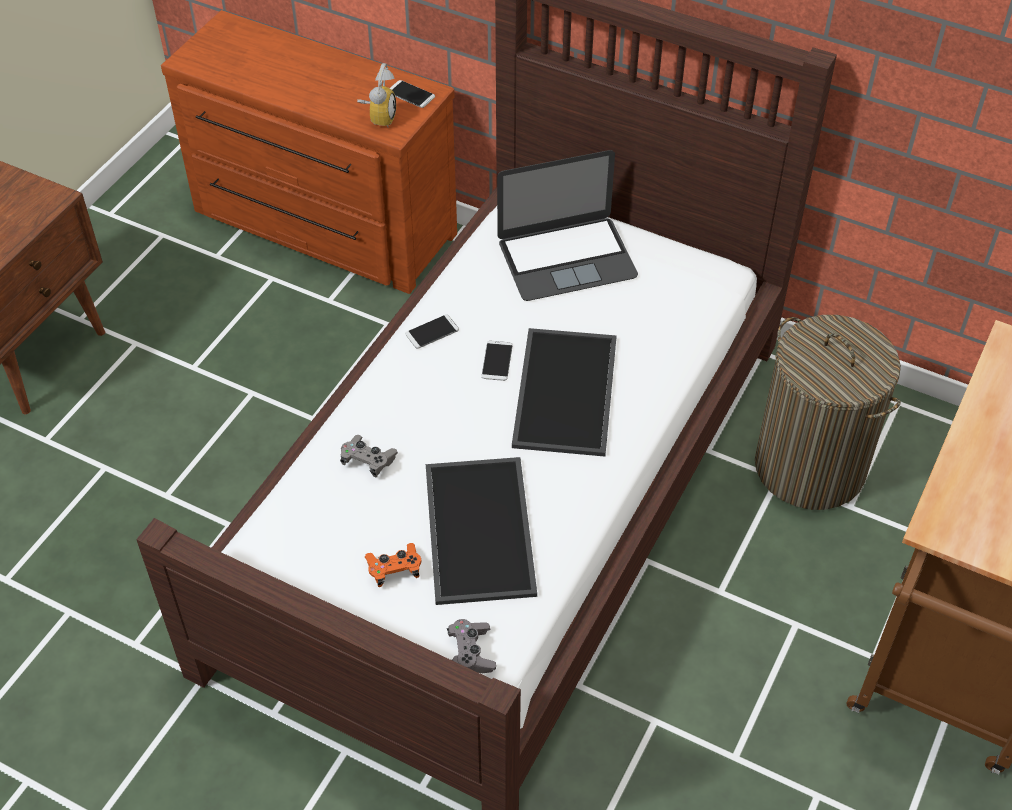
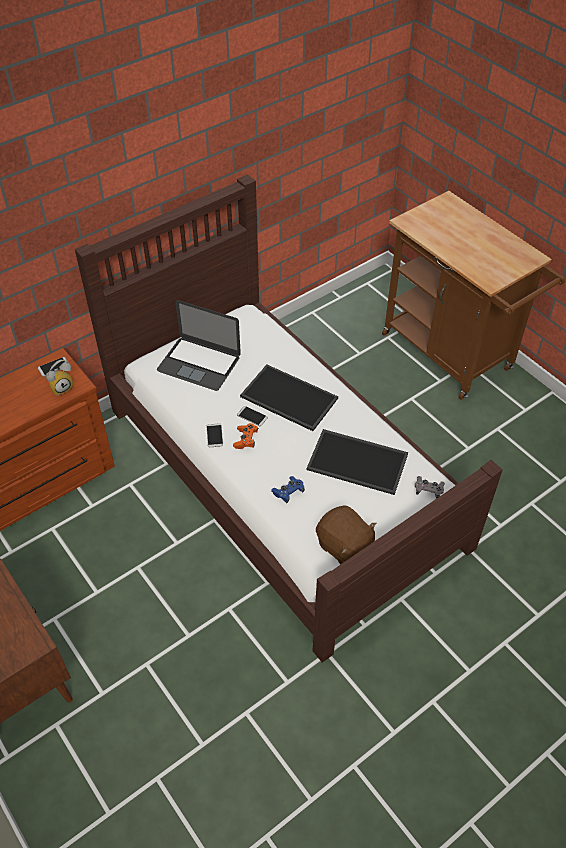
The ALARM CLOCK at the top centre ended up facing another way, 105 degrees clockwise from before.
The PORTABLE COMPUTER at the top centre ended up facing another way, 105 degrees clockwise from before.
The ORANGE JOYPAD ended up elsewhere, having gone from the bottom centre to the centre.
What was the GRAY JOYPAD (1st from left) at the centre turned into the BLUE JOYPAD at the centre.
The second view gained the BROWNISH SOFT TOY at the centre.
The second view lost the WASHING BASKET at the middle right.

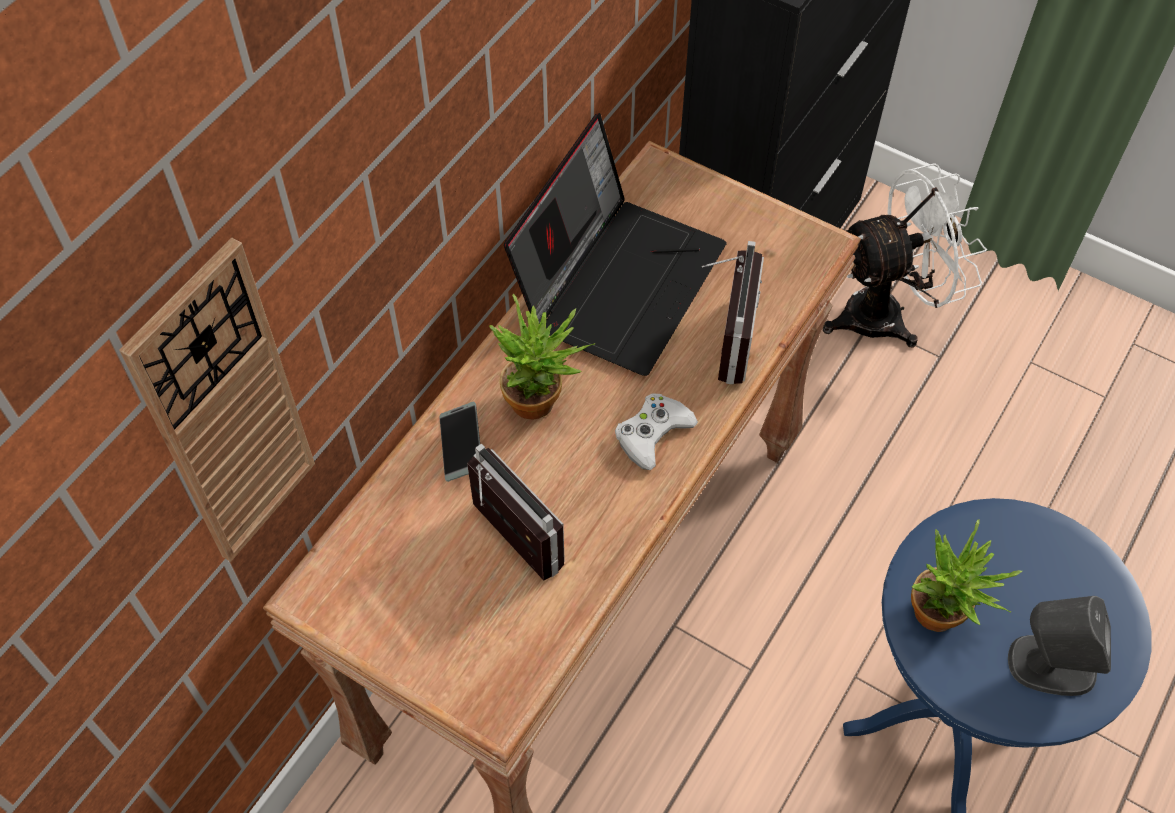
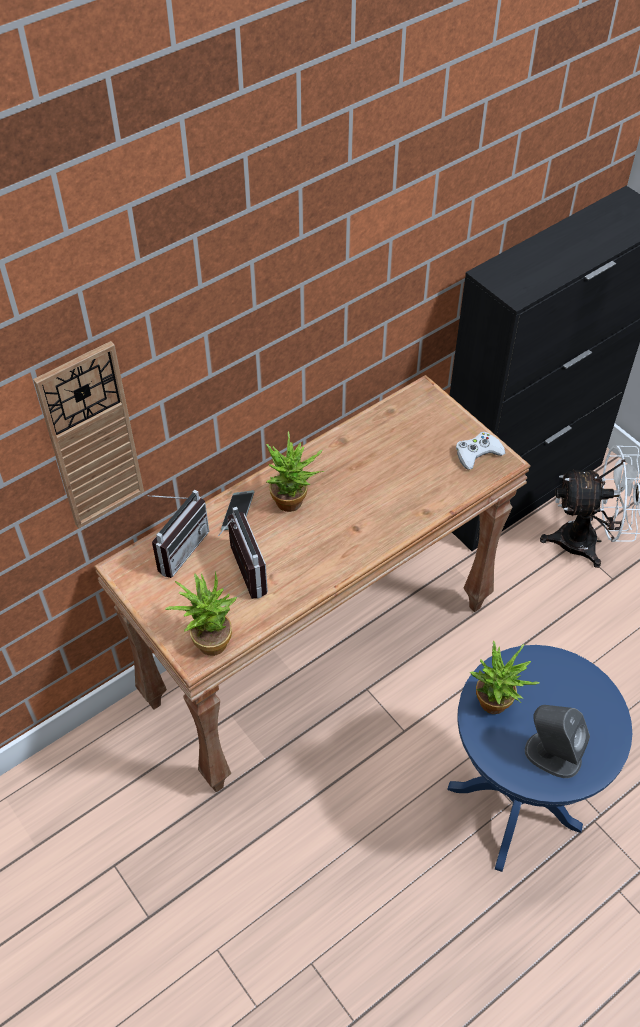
The RADIO (2nd from left in the first image) ended up elsewhere, having gone from the centre to the middle left.
The second view gained the PLANT IN A POT (1st from left) at the middle left.
The WHITE-COLOURED JOYPAD ended up elsewhere, having gone from the centre to the middle right.
The second view lost the PORTABLE COMPUTER at the top centre.

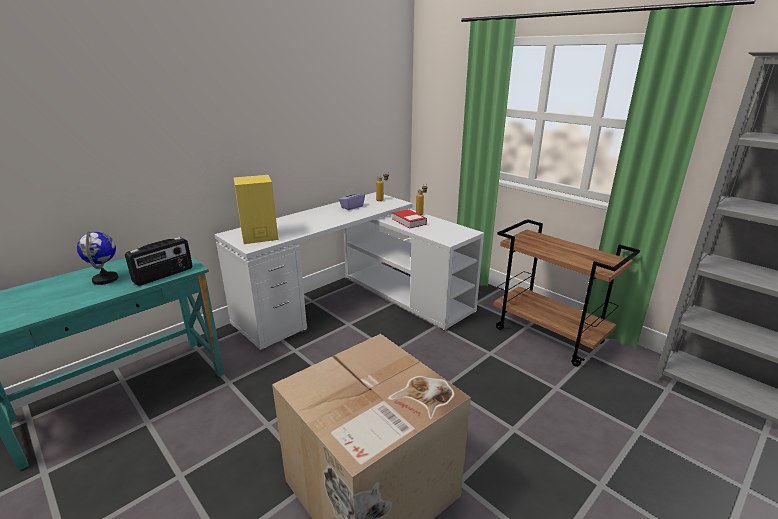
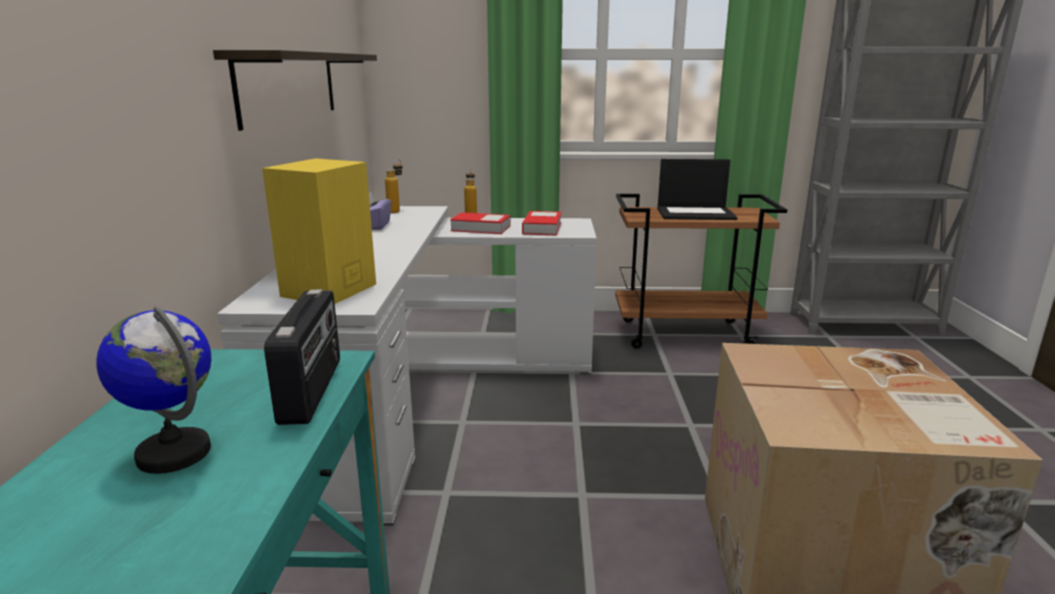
The second view gained the BRACKET SHELF at the top left.
The second view gained the VOLUME (2nd from left) at the centre.
The second view gained the PORTABLE COMPUTER at the top centre.

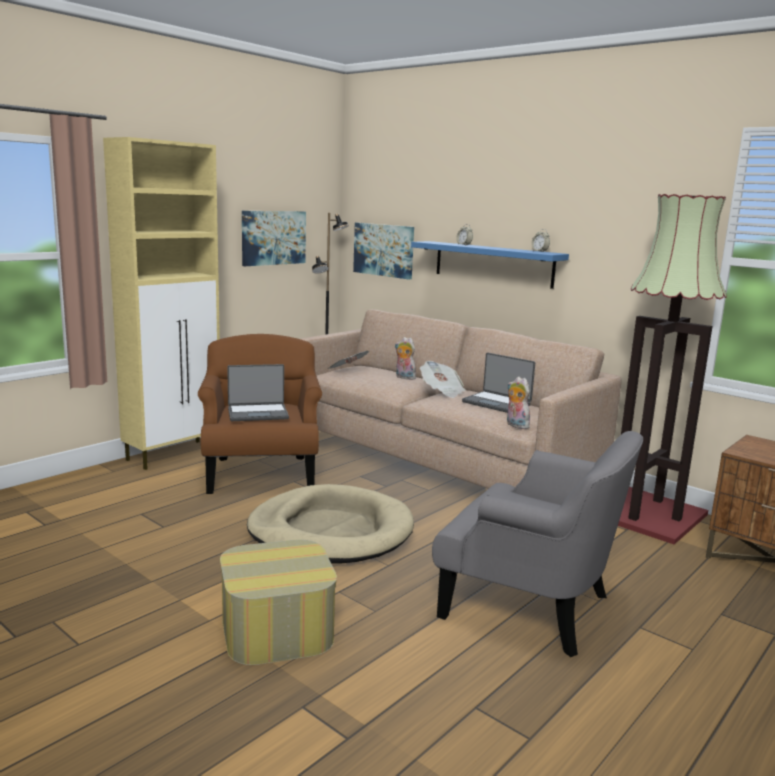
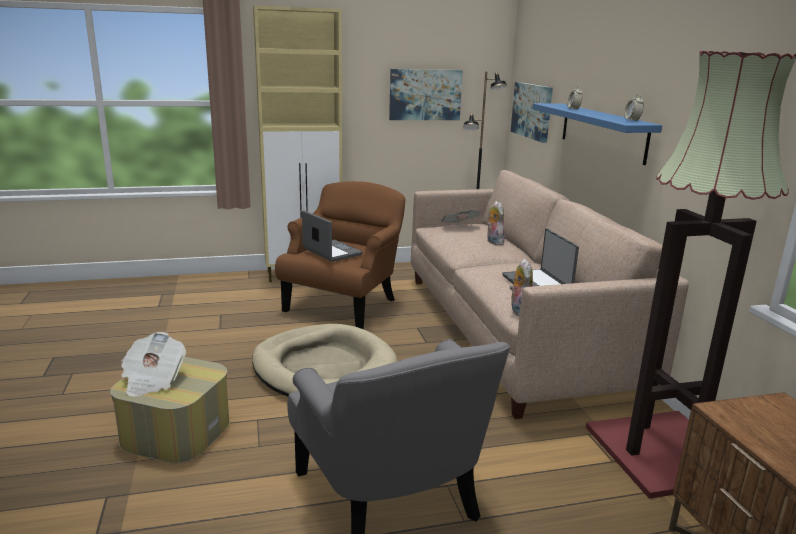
The DAILY PAPER (2nd from left in the first image) ended up elsewhere, having gone from the centre to the bottom left.
The PORTABLE COMPUTER (1st from left) at the middle left ended up facing another way, 150 degrees counterclockwise from before.

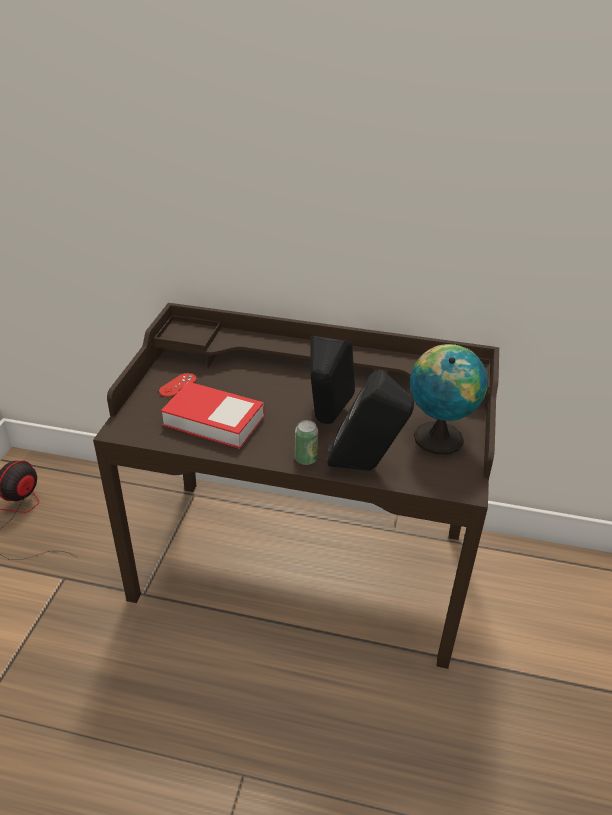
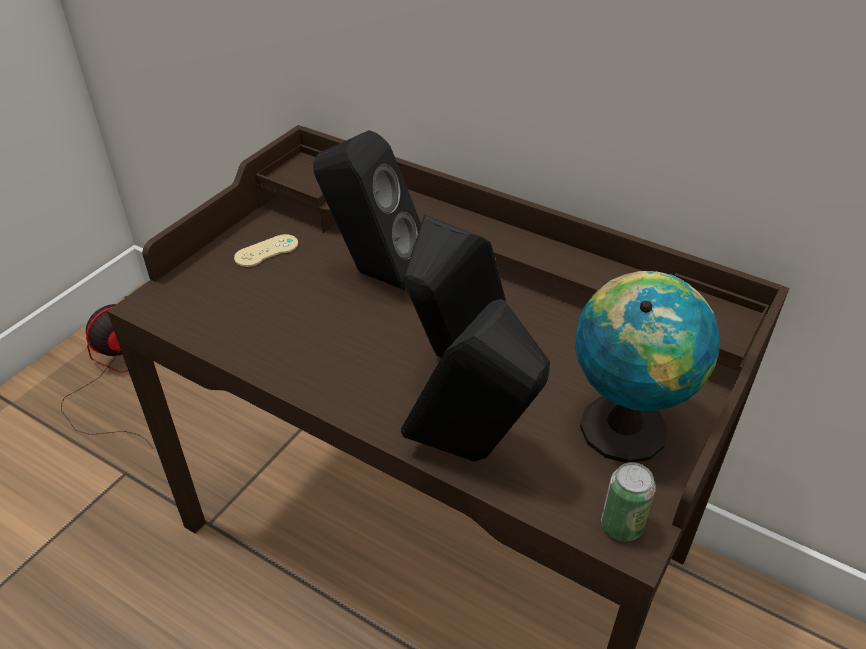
What was the REDDISH JOYPAD at the middle left turned into the SAND-COLOURED JOYPAD at the middle left.
The second view gained the BLACK SPEAKER (1st from left) at the top centre.
The CAN ended up elsewhere, having gone from the centre to the bottom right.
The second view lost the VOLUME at the centre.

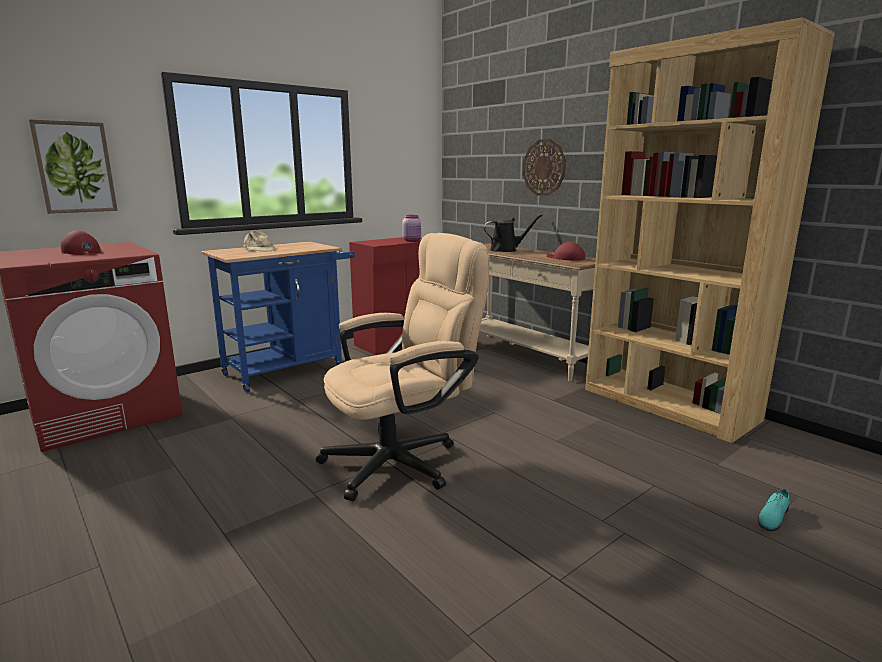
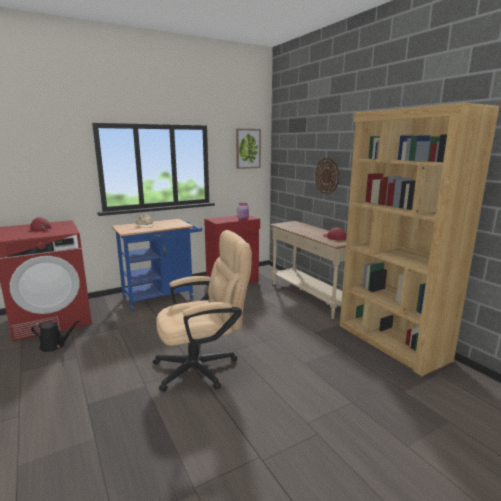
The BLACK SPRINKLING CAN ended up elsewhere, having gone from the centre to the bottom left.
The WALL ART ended up elsewhere, having gone from the top left to the top centre.
The second view lost the TURQUOISE SHOE at the bottom right.

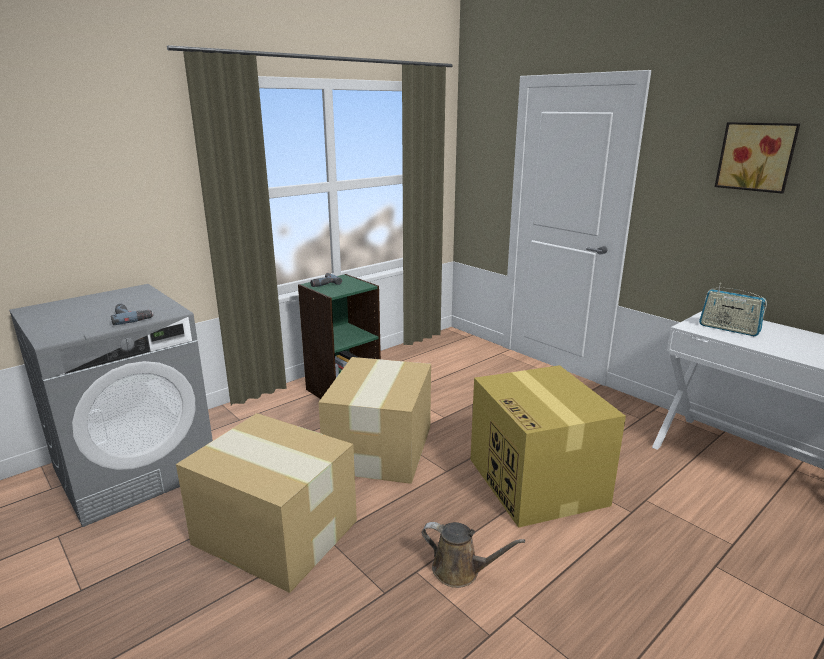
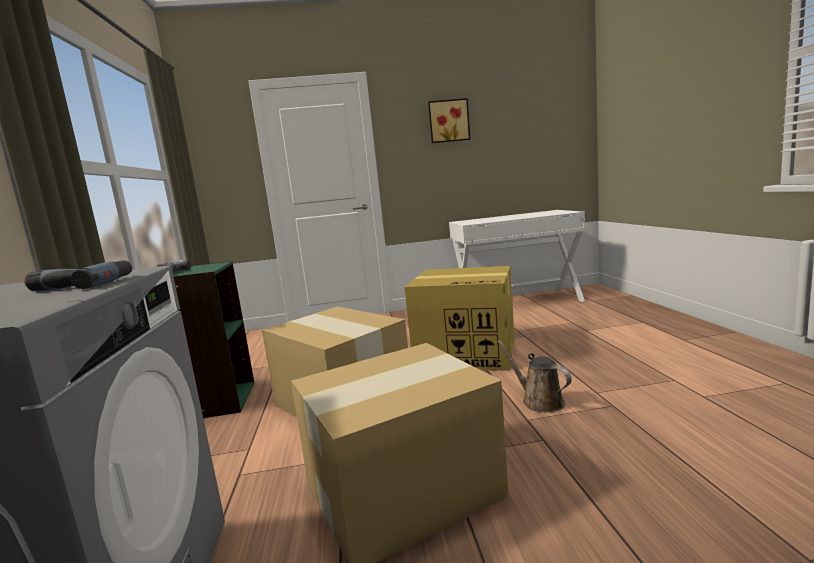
The BROWNISH SPRINKLING CAN at the bottom centre ended up facing another way, 90 degrees counterclockwise from before.
The second view lost the RADIO at the middle right.

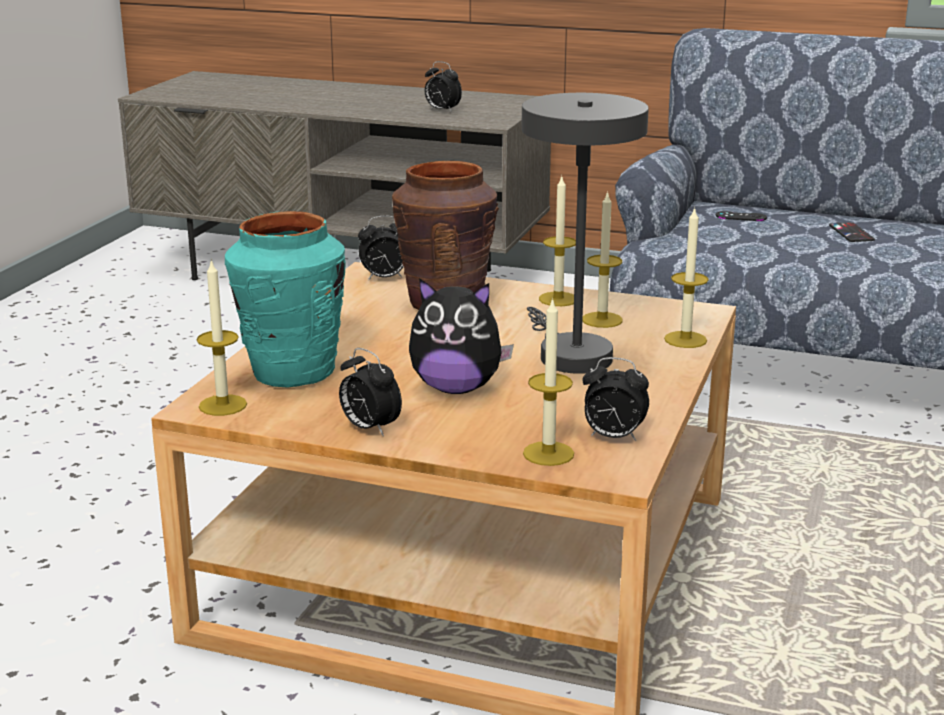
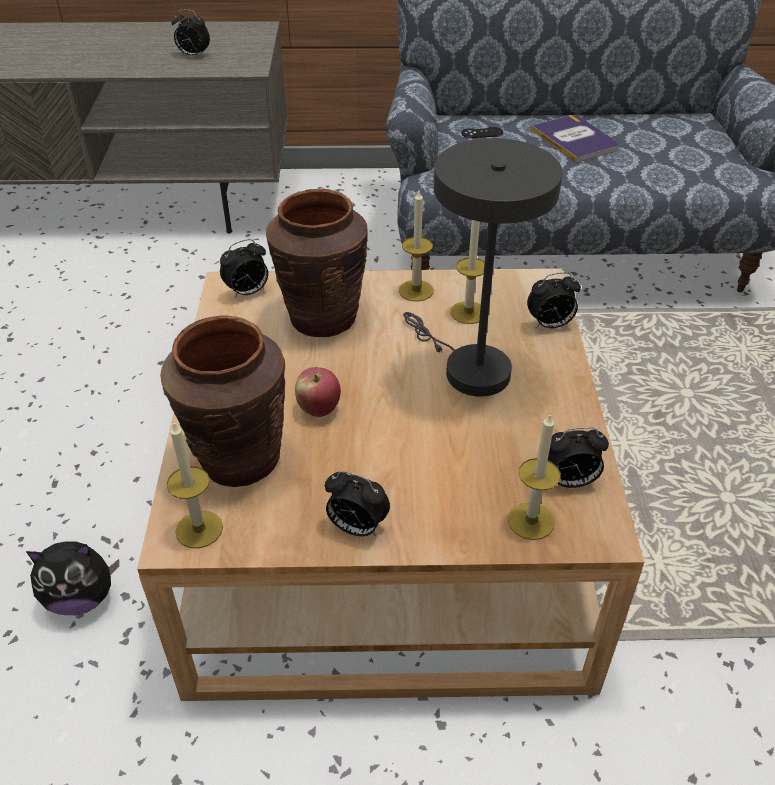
The SOFT TOY ended up elsewhere, having gone from the centre to the bottom left.
What was the TURQUOISE FLOWER VASE at the middle left turned into the BROWNISH FLOWER VASE (1st from left) at the middle left.
The second view gained the WHOLE APPLE at the centre.
Where the WAX LIGHT (5th from left) stood at the middle right, the ALARM CLOCK (4th from left) came to stand at the middle right.
Where the PHONE stood at the top right, the VOLUME came to stand at the top right.

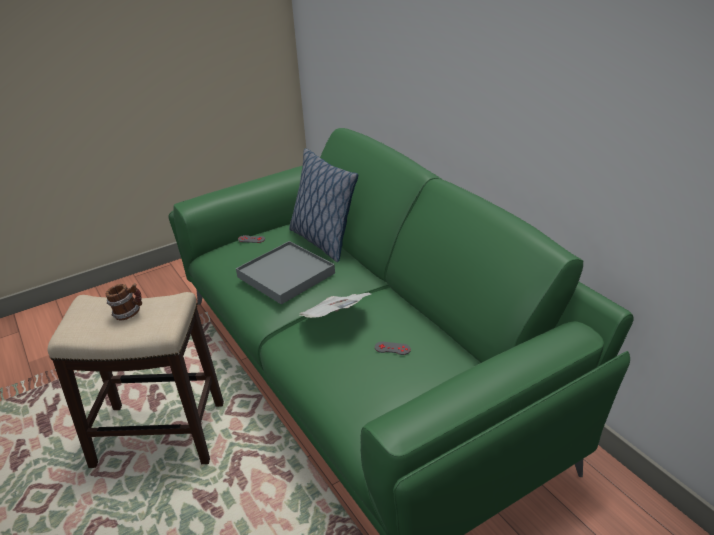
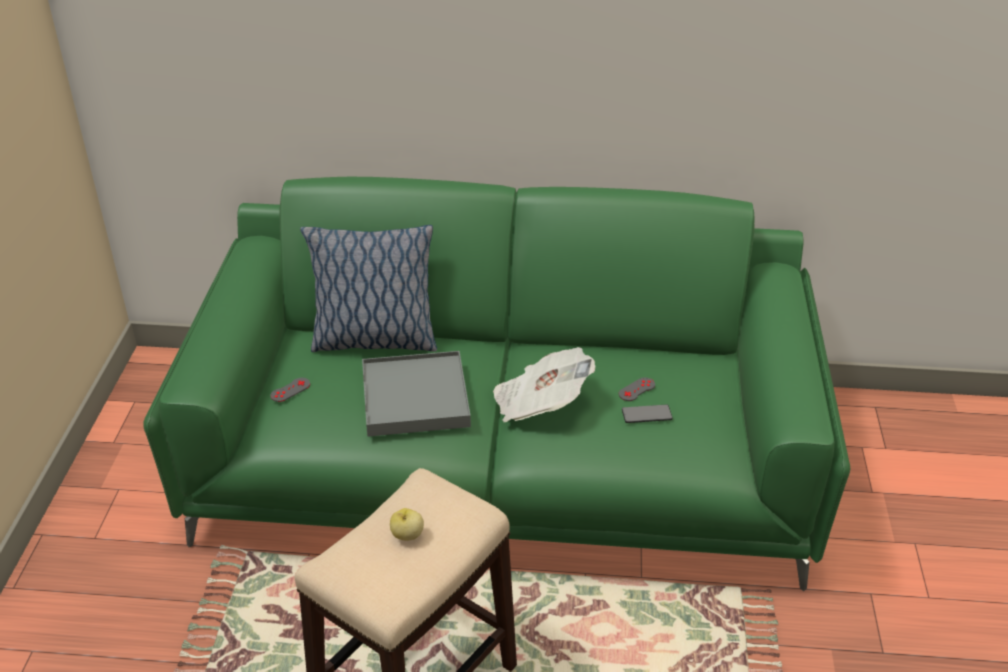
Where the TEA MUG stood at the middle left, the WHOLE APPLE came to stand at the bottom centre.
The second view gained the PHONE at the centre.

